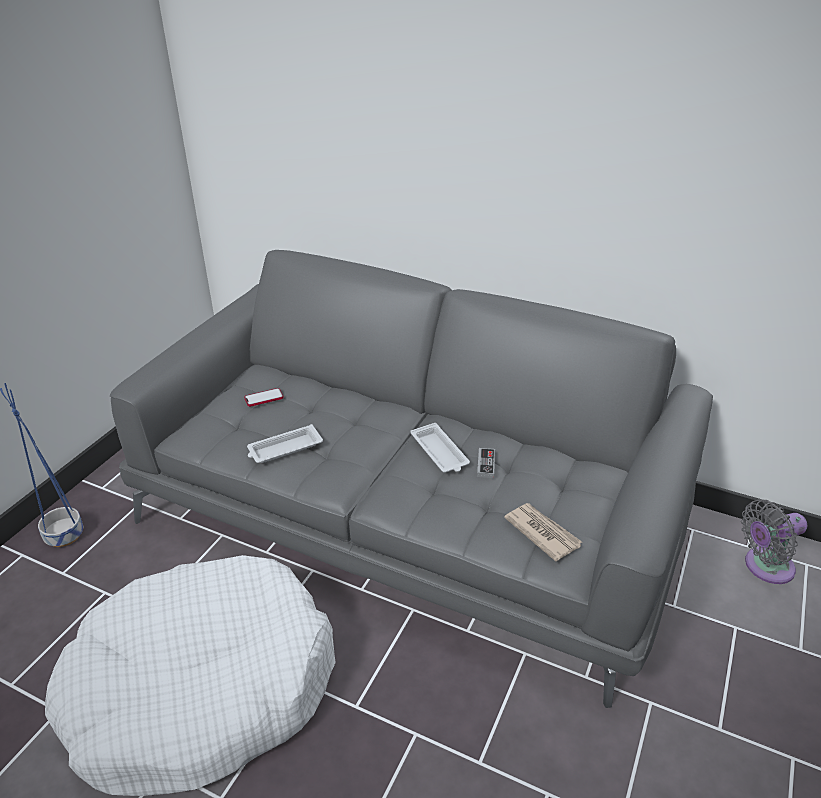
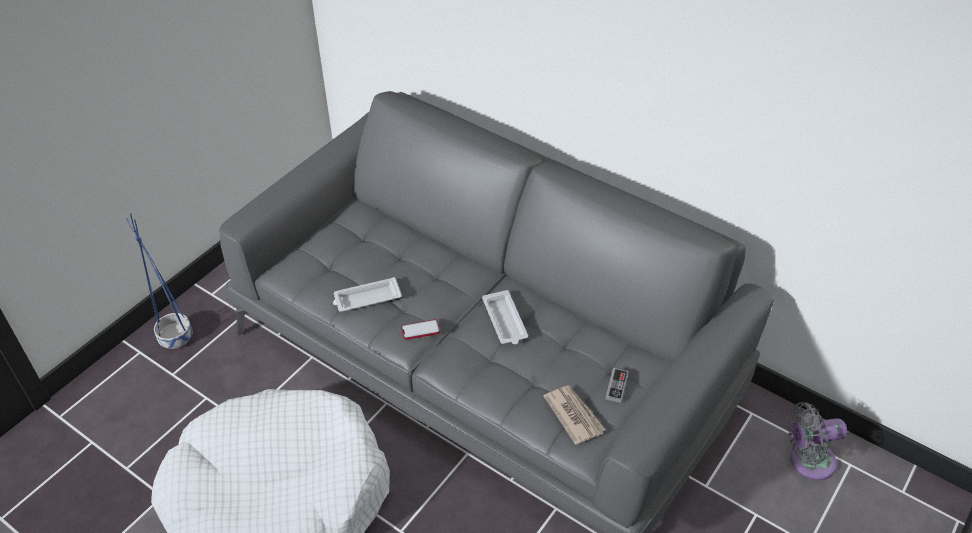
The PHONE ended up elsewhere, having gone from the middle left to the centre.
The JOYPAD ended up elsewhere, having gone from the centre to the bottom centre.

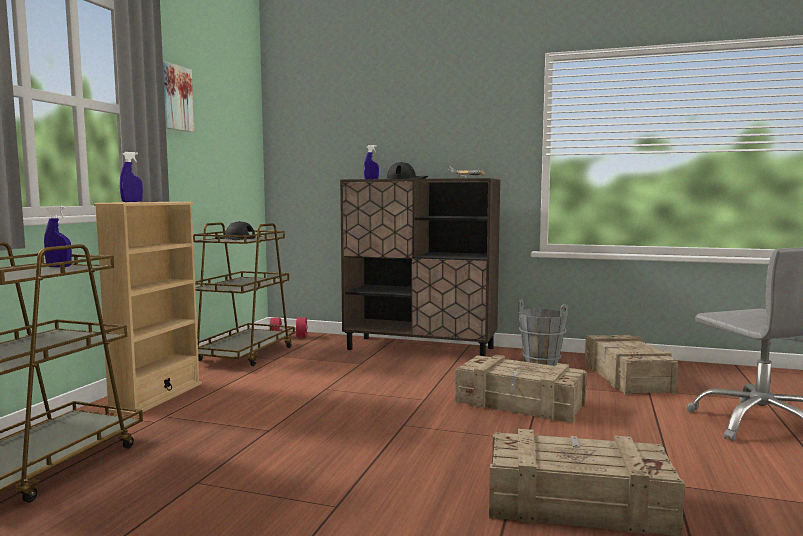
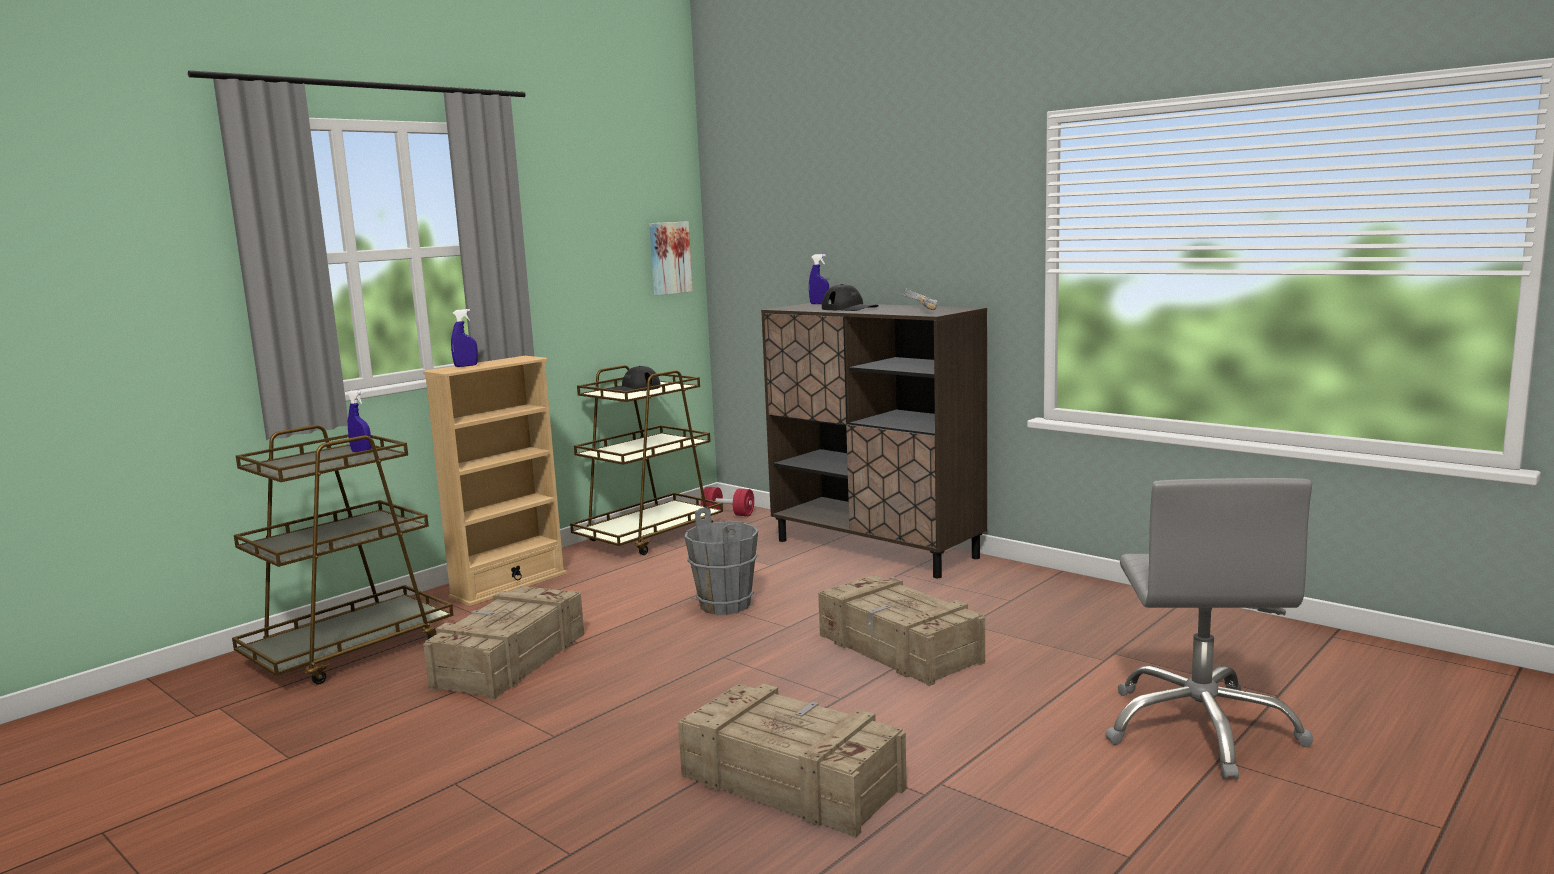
The CRATE (3rd from left in the first image) ended up elsewhere, having gone from the bottom right to the bottom left.
The WALL ART ended up elsewhere, having gone from the top left to the top centre.
The GRAY WATER BUCKET ended up elsewhere, having gone from the middle right to the centre.

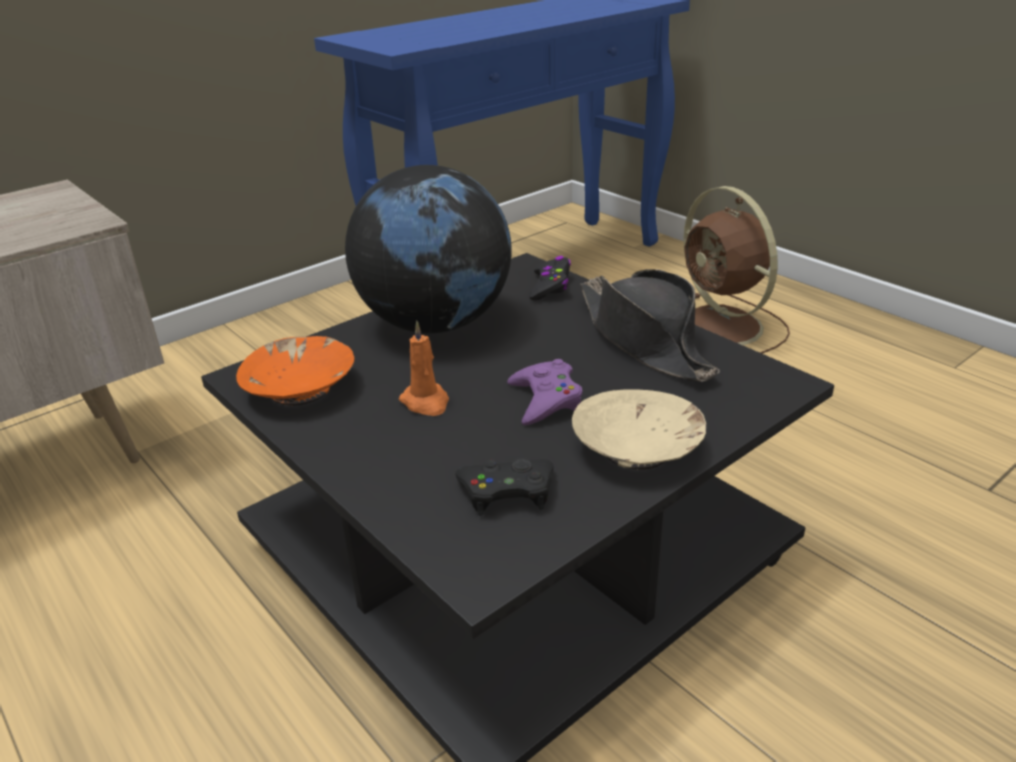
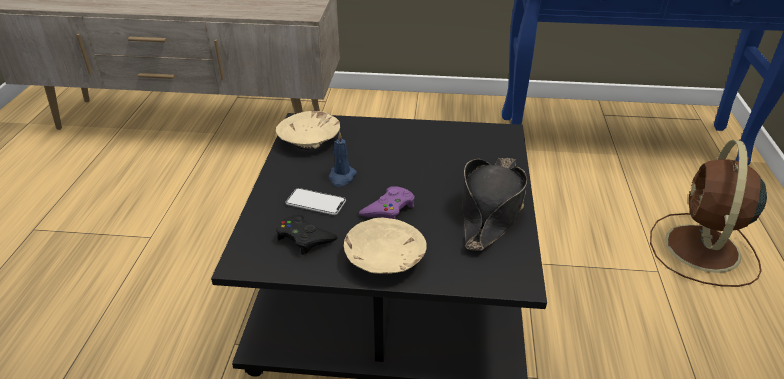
What was the ORANGE BOWL at the middle left turned into the SAND-COLOURED BOWL (1st from left) at the centre.
The second view gained the PHONE at the centre.
What was the ORANGE WAX LIGHT at the centre turned into the BLUE WAX LIGHT at the centre.
The second view lost the GLOBE at the top centre.
The second view lost the BLACK JOYPAD (2nd from left) at the centre.

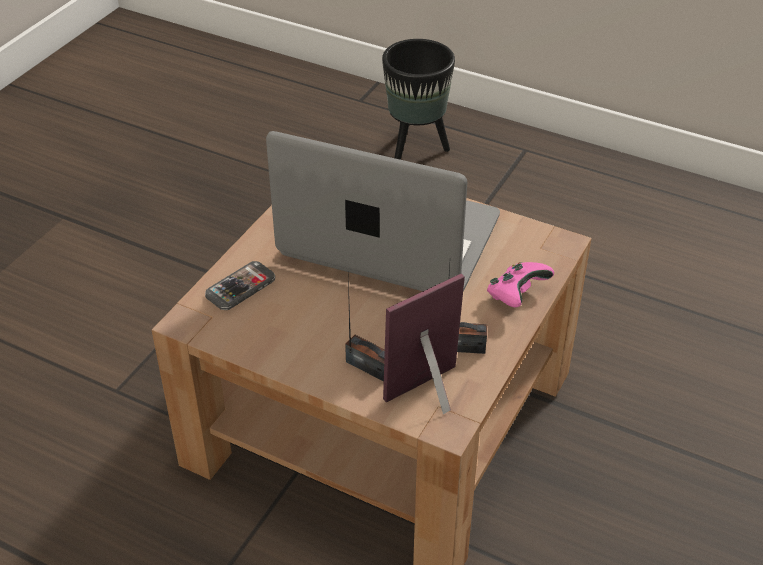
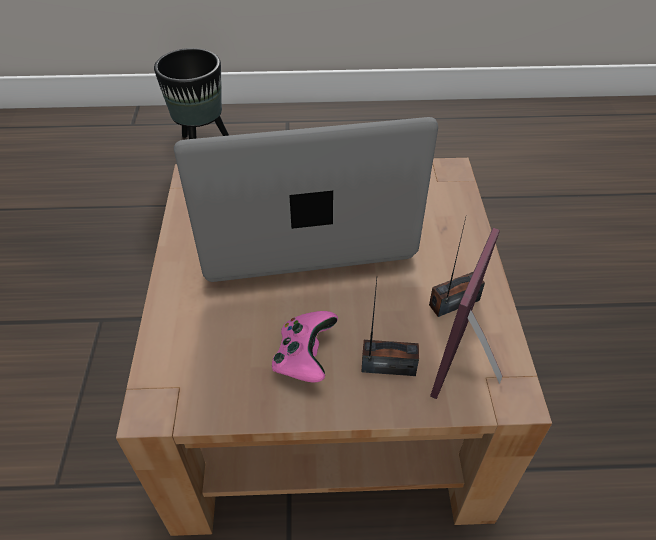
The PINKISH JOYPAD ended up elsewhere, having gone from the middle right to the centre.
The second view lost the PHONE at the middle left.

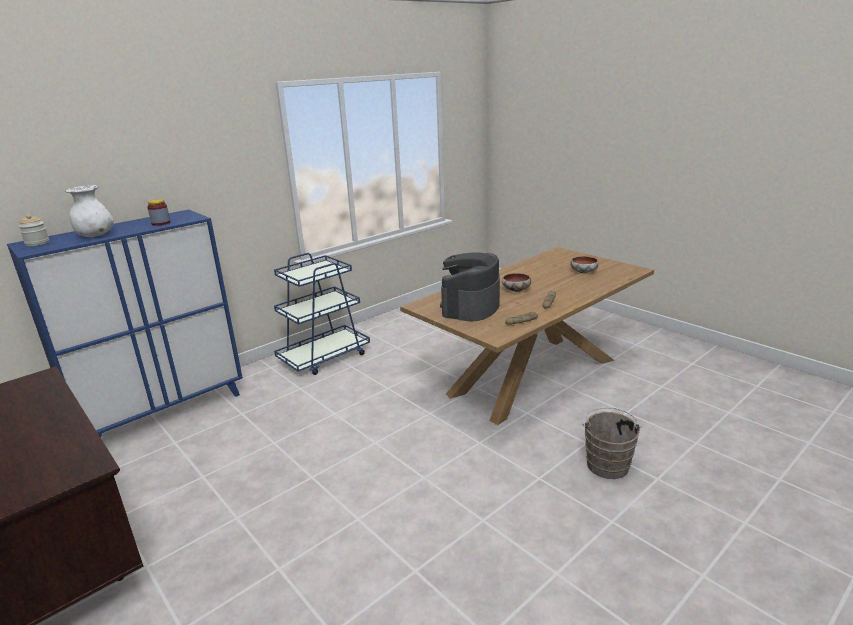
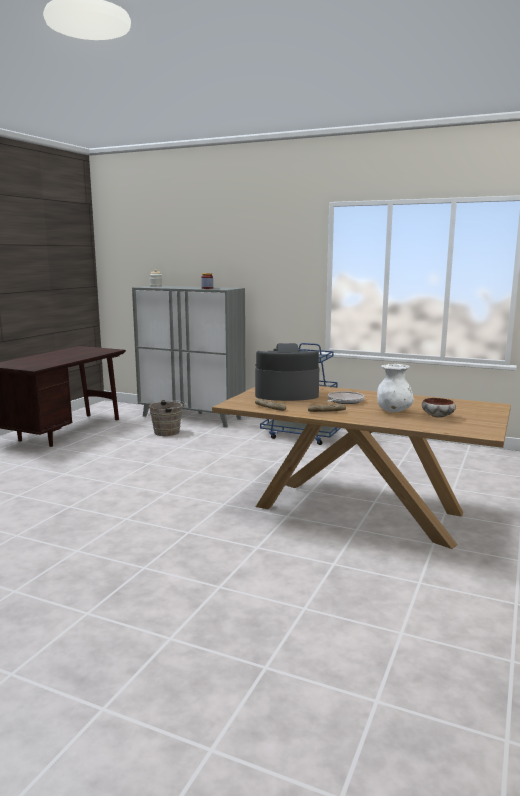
What was the BLUE CUPBOARD at the middle left turned into the GRAY CUPBOARD at the centre.
The BROWNISH WATER BUCKET ended up elsewhere, having gone from the bottom right to the middle left.
Where the BOWL (1st from left) stood at the centre, the FRYING PAN came to stand at the centre.
The WHITE-COLOURED FLOWER VASE ended up elsewhere, having gone from the middle left to the middle right.

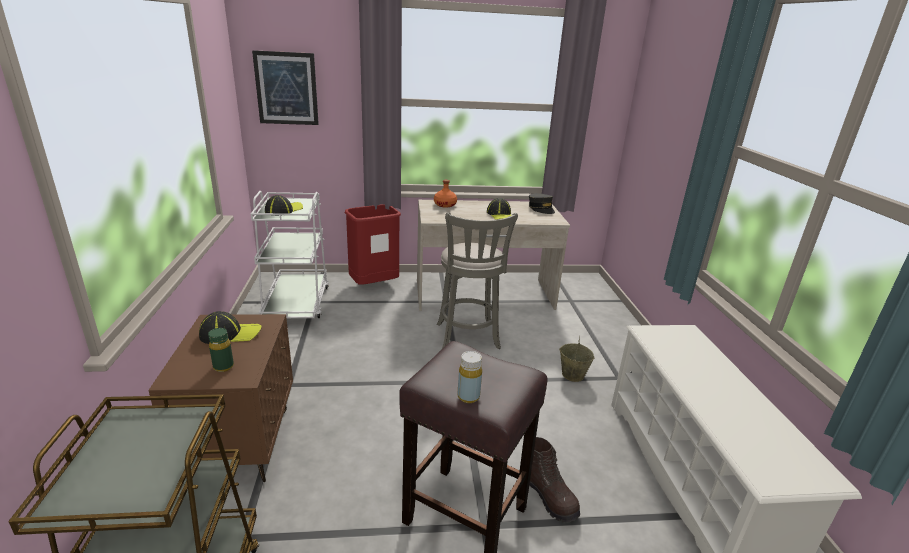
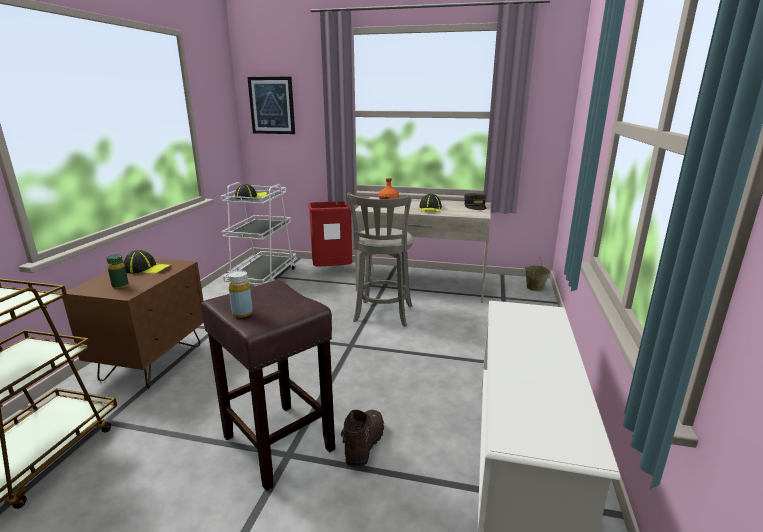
The BROWNISH BOOT at the bottom centre ended up facing another way, 150 degrees counterclockwise from before.
The SAND-COLOURED WATER BUCKET ended up elsewhere, having gone from the centre to the middle right.

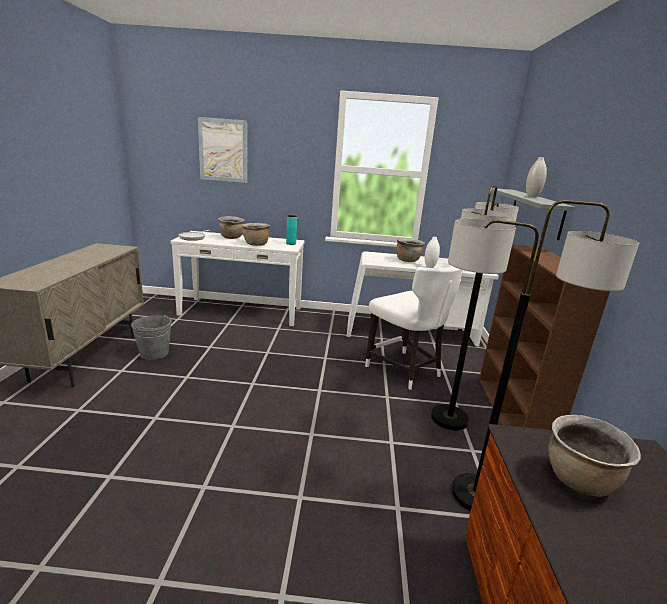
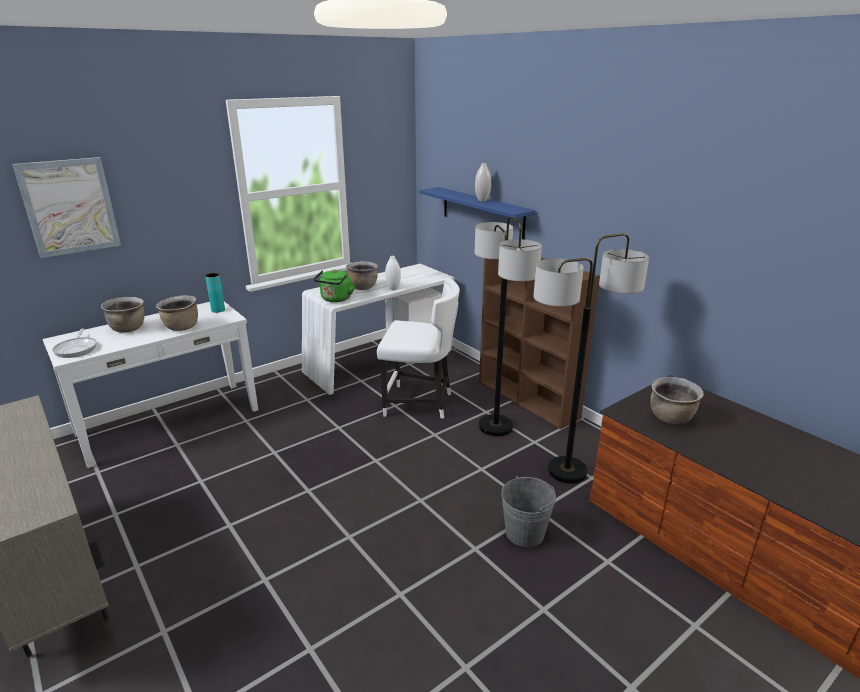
The second view gained the GREENISH WATER KETTLE at the centre.
What was the GRAY BRACKET SHELF at the middle right turned into the BLUE BRACKET SHELF at the top centre.
The GRAY WATER BUCKET ended up elsewhere, having gone from the middle left to the bottom centre.

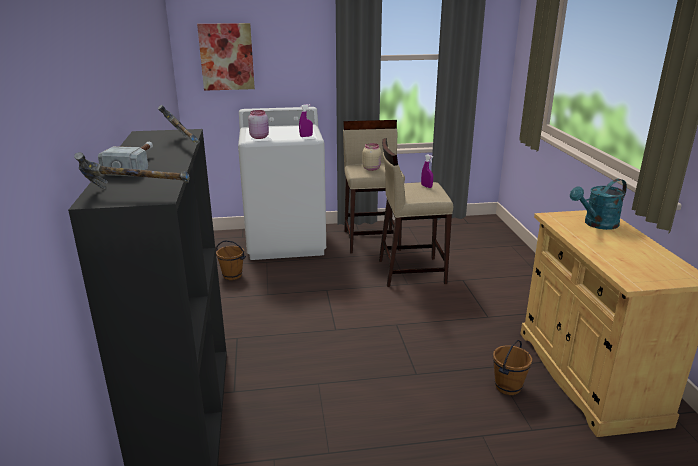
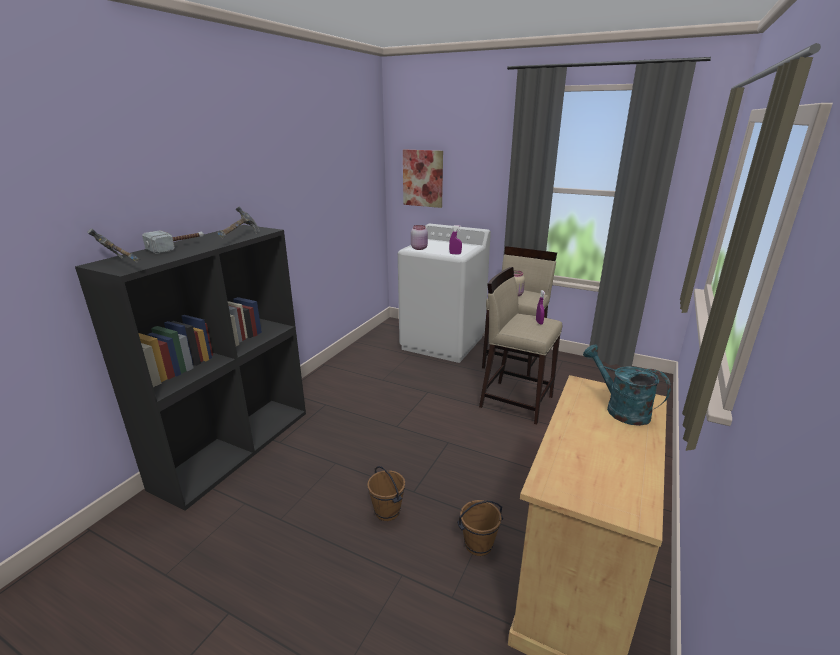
The BROWNISH WATER BUCKET (1st from left) ended up elsewhere, having gone from the middle left to the bottom centre.
The TURQUOISE SPRINKLING CAN at the middle right ended up facing another way, 45 degrees clockwise from before.

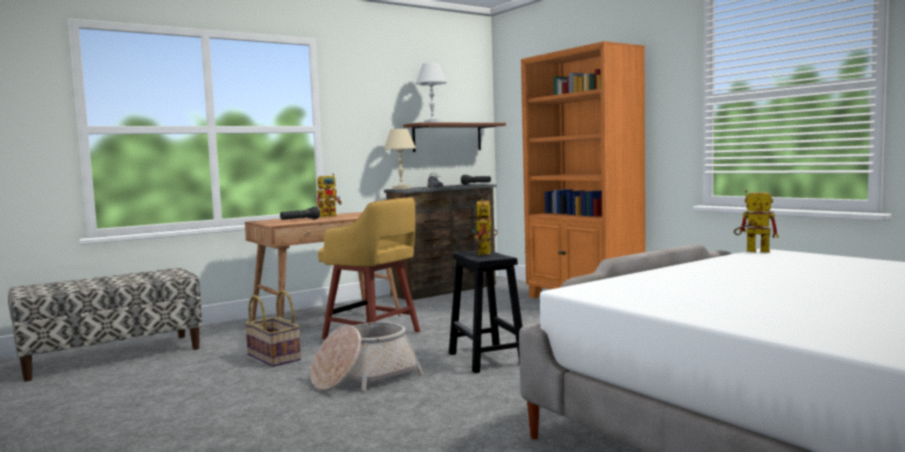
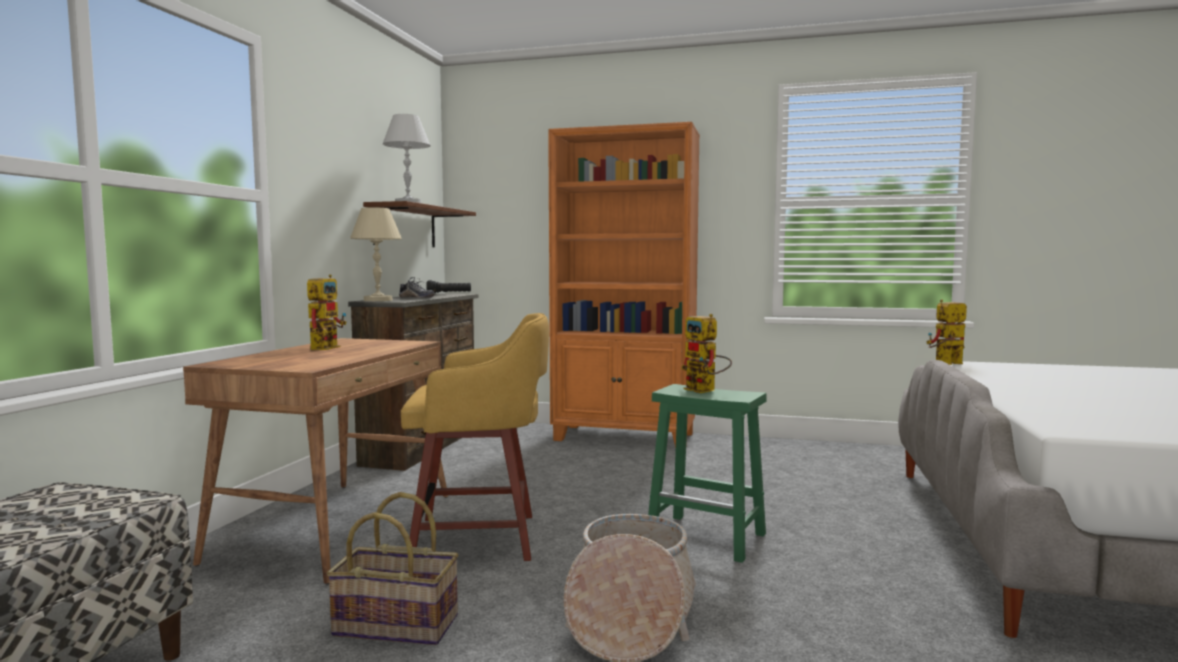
What was the BLACK STOOL at the bottom centre turned into the GREENISH STOOL at the bottom centre.
The second view lost the BLACK TORCH (1st from left) at the middle left.

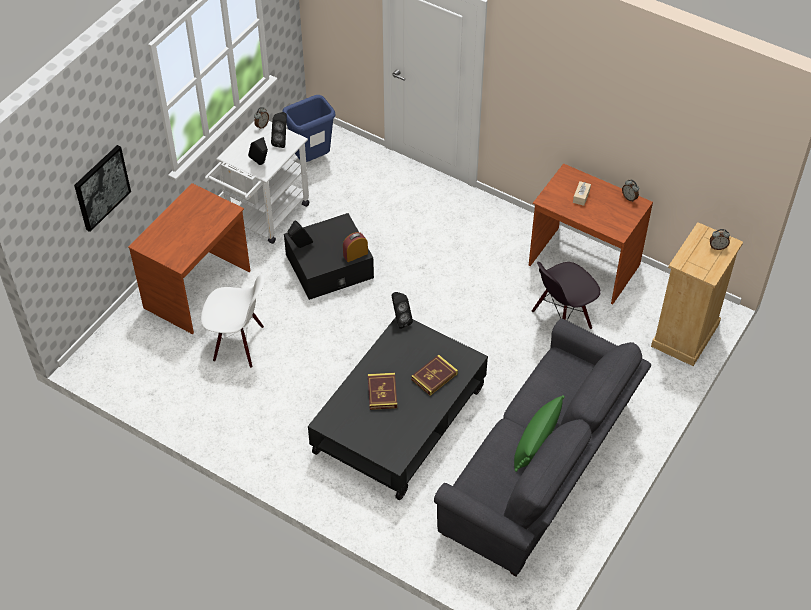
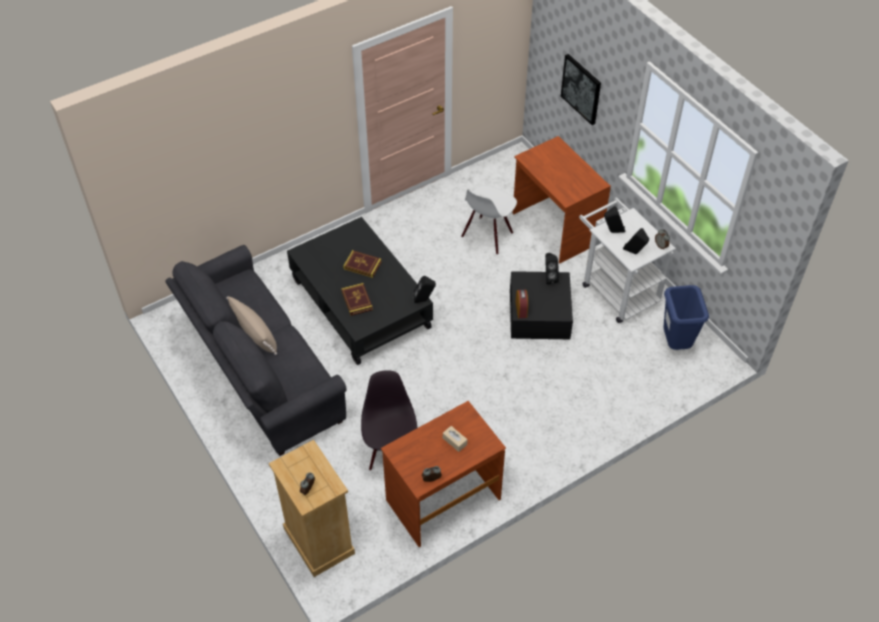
What was the GREENISH PILLOW at the bottom centre turned into the SAND-COLOURED PILLOW at the middle left.

